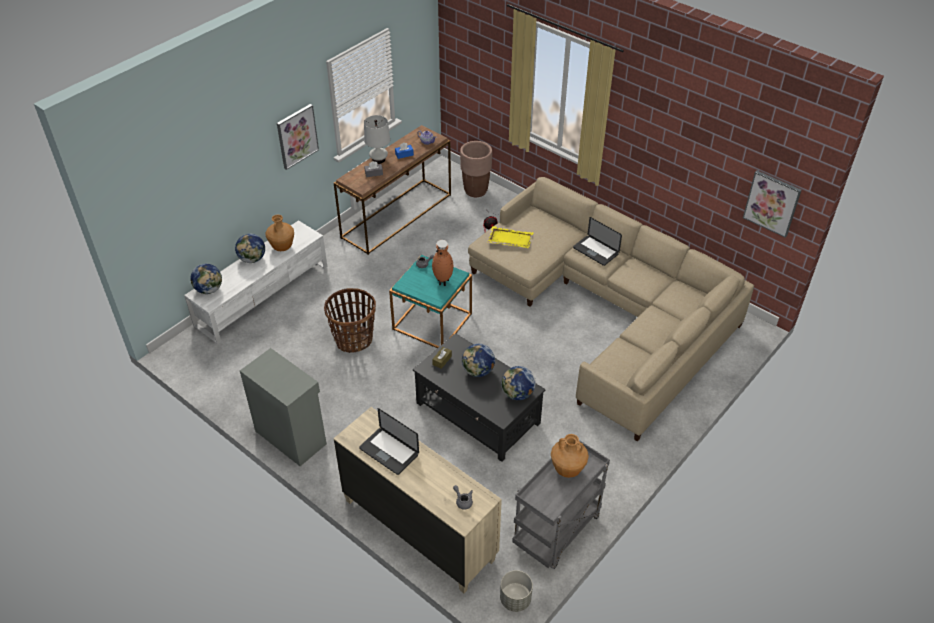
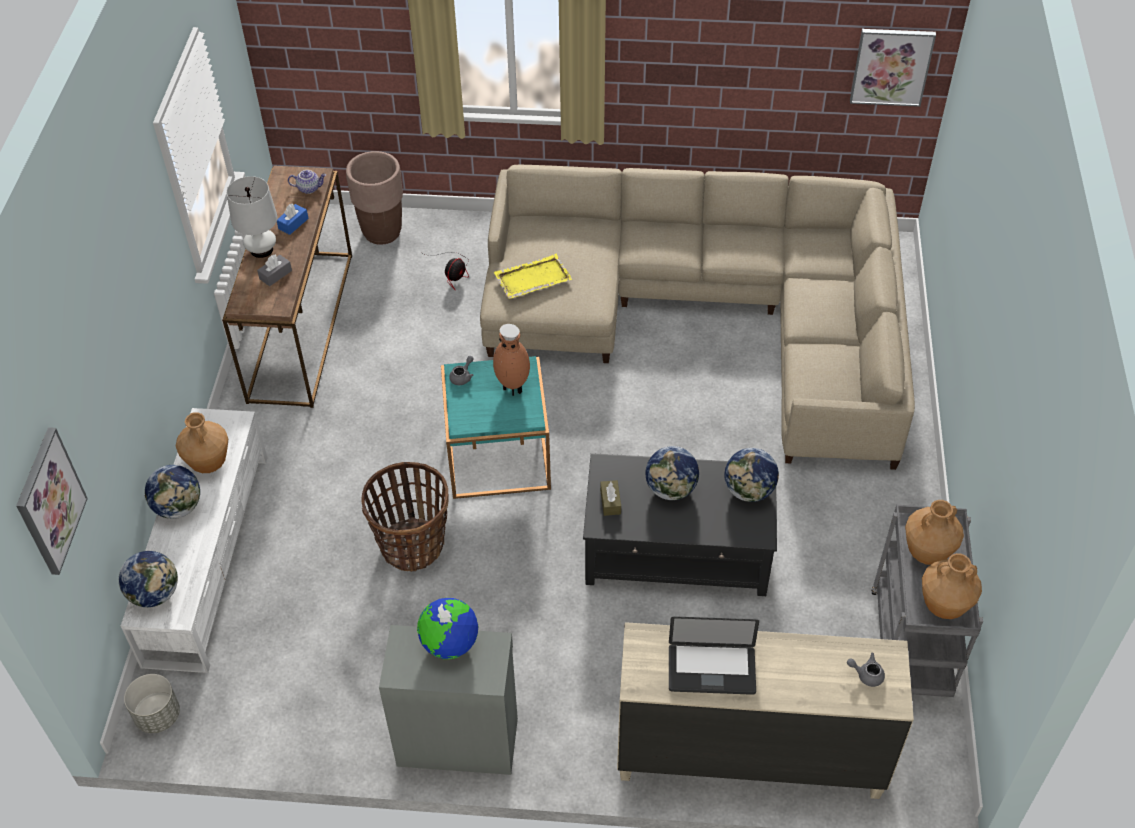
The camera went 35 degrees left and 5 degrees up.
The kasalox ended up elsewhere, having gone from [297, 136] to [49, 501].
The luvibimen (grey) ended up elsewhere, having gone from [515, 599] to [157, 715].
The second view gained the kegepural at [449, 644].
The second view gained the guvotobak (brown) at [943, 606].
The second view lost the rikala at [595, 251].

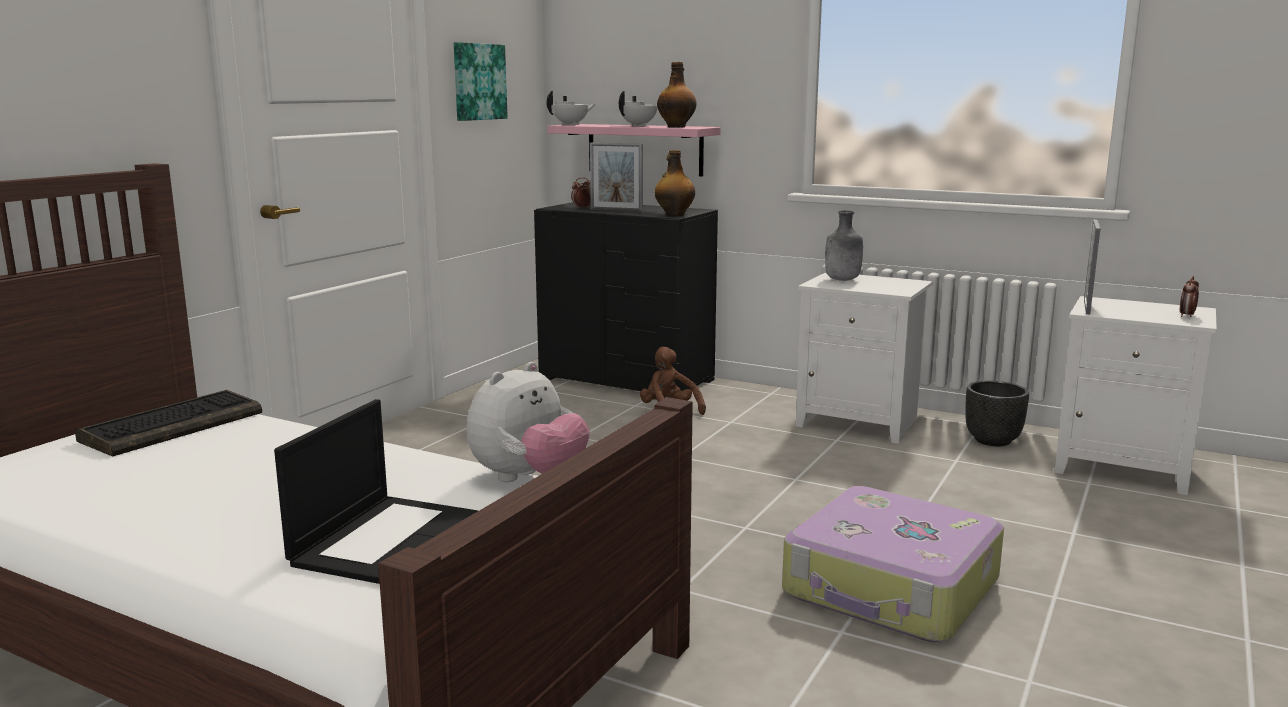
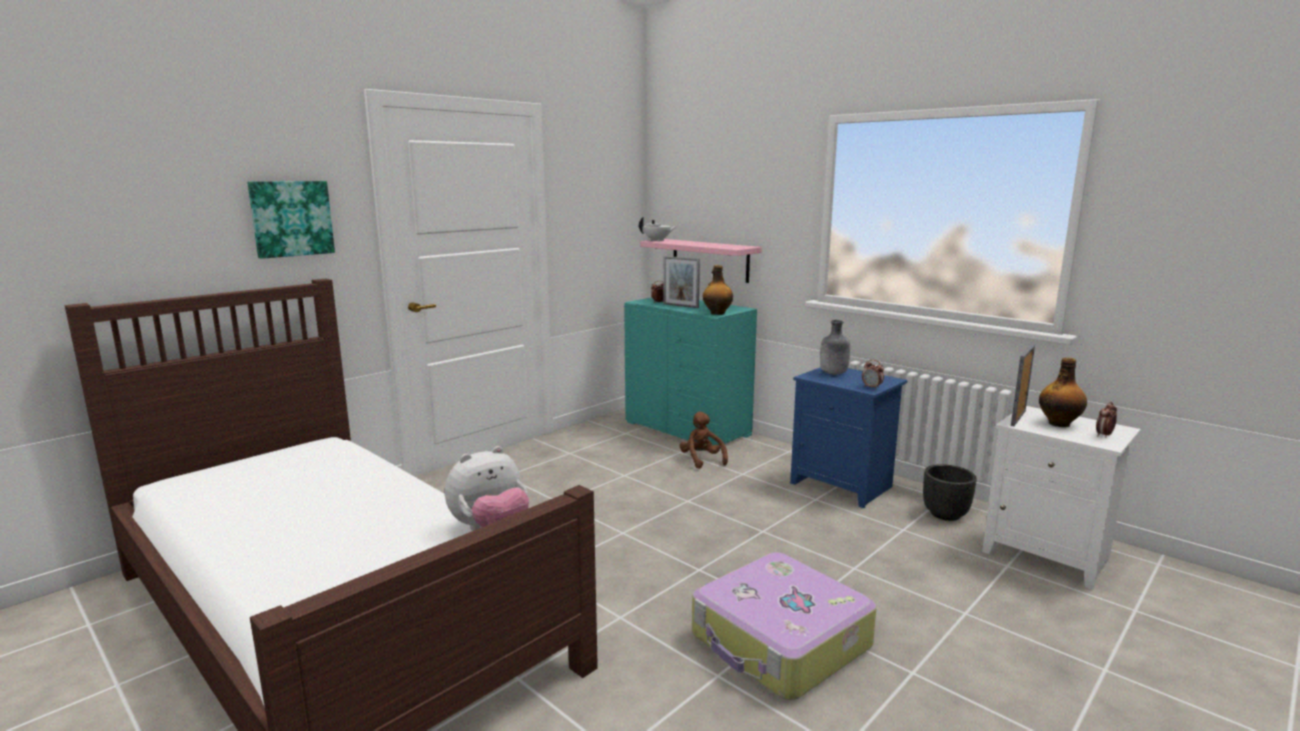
The camera went 15 degrees right and 0 degrees up.
The kasalox ended up elsewhere, having gone from [478, 82] to [291, 218].
What was the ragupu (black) at [627, 378] turned into the ragupu (turquoise) at [688, 428].
What was the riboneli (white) at [860, 422] turned into the riboneli (blue) at [844, 485].
The second view gained the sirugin at [872, 387].
The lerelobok ended up elsewhere, having gone from [677, 127] to [1059, 423].
The second view lost the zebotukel at [174, 426].
The second view lost the rikala at [386, 538].
The second view lost the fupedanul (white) at [639, 126].

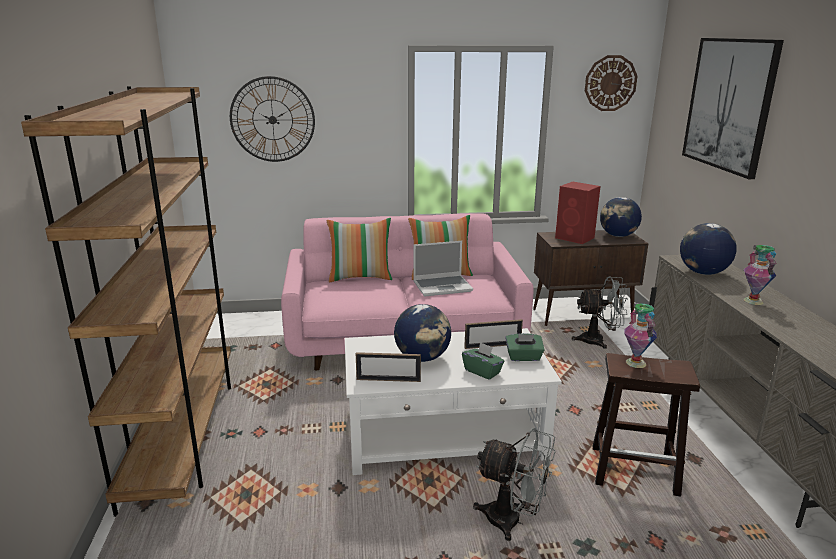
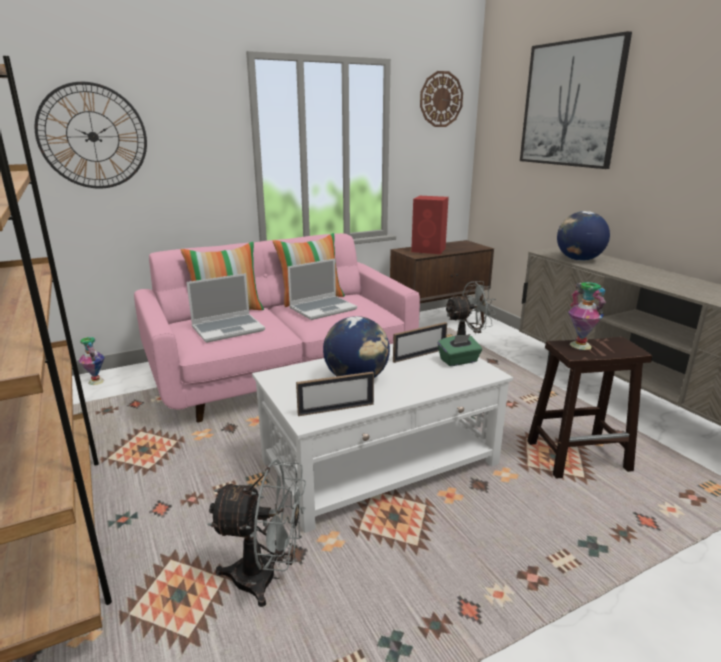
The camera went 20 degrees left and 0 degrees up.
The guvotobak ended up elsewhere, having gone from [753, 301] to [96, 381].
The second view gained the rikala at [228, 329].
The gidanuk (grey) ended up elsewhere, having gone from [512, 521] to [266, 578].
The second view lost the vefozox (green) at [482, 371].
The second view lost the kegepural at [618, 236].

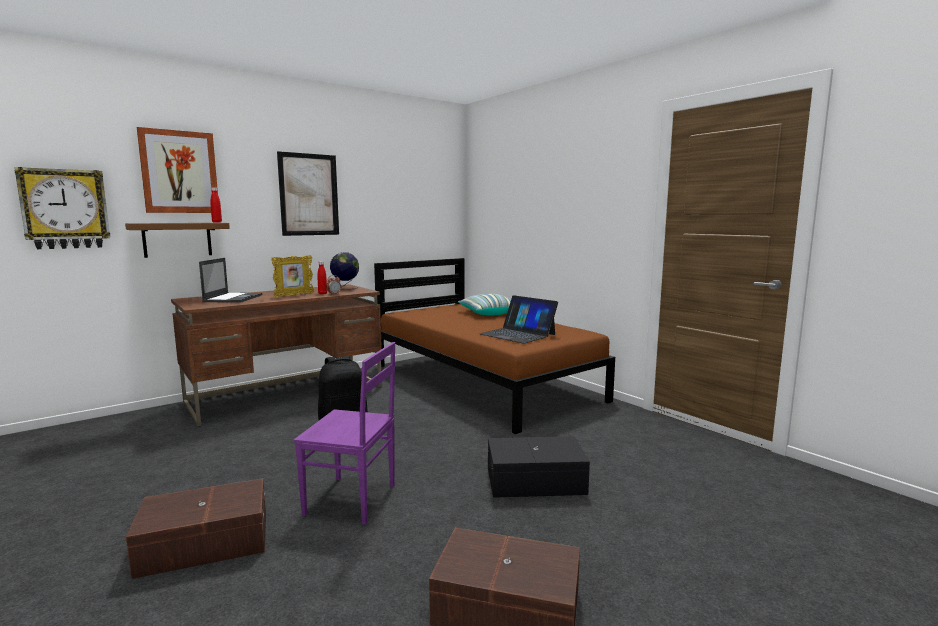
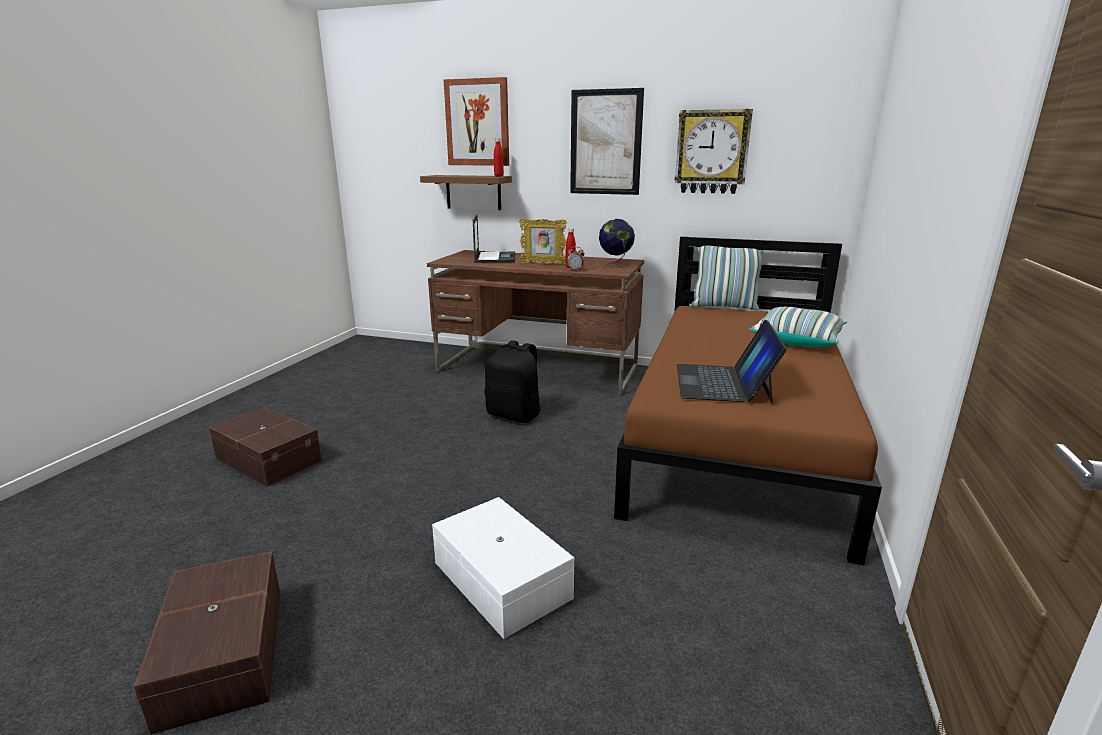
The camera went 55 degrees right and 10 degrees up.
What was the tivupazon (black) at [536, 482] turned into the tivupazon (white) at [500, 581].
The rikala at [233, 298] ended up facing another way, 60 degrees counterclockwise from before.
The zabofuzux ended up elsewhere, having gone from [65, 209] to [712, 152].
The second view gained the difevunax at [724, 307].
The second view lost the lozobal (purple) at [351, 500].

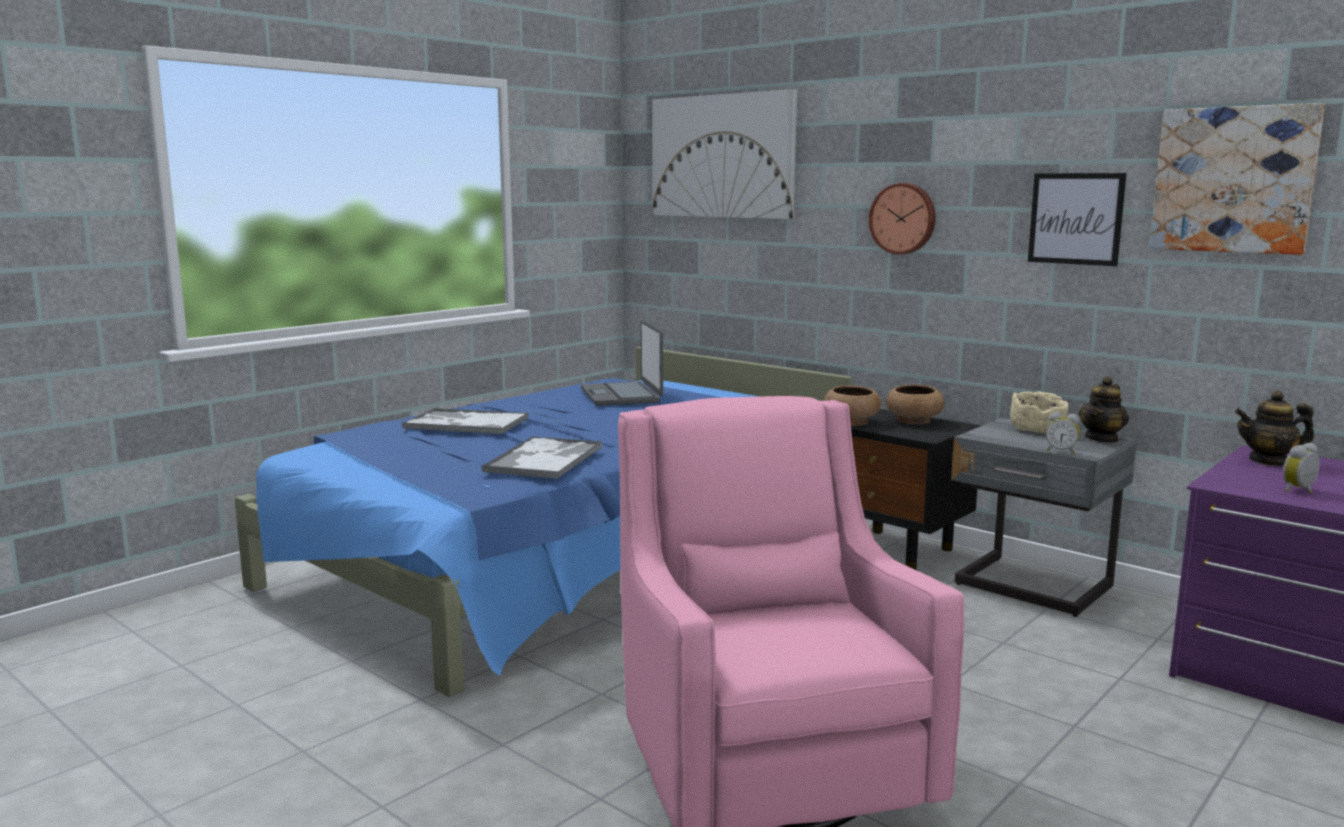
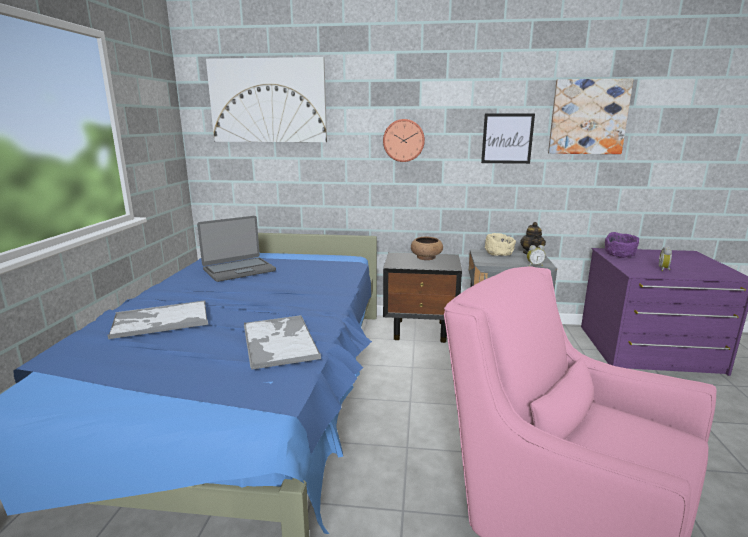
The camera went 35 degrees left and 5 degrees up.
The rikala at [622, 395] ended up facing another way, 75 degrees counterclockwise from before.
Where the fupedanul stood at [1269, 461], the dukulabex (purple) came to stand at [619, 255].
The second view lost the dukulabex (brown) at [852, 422].

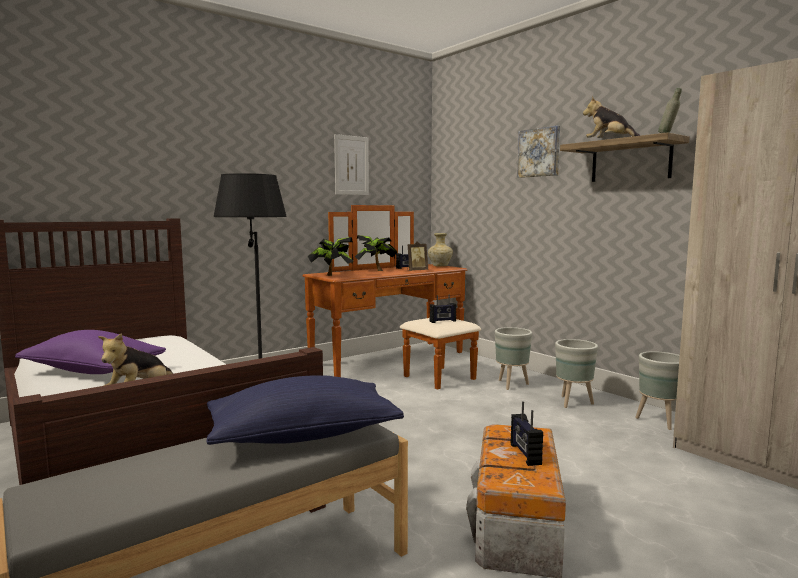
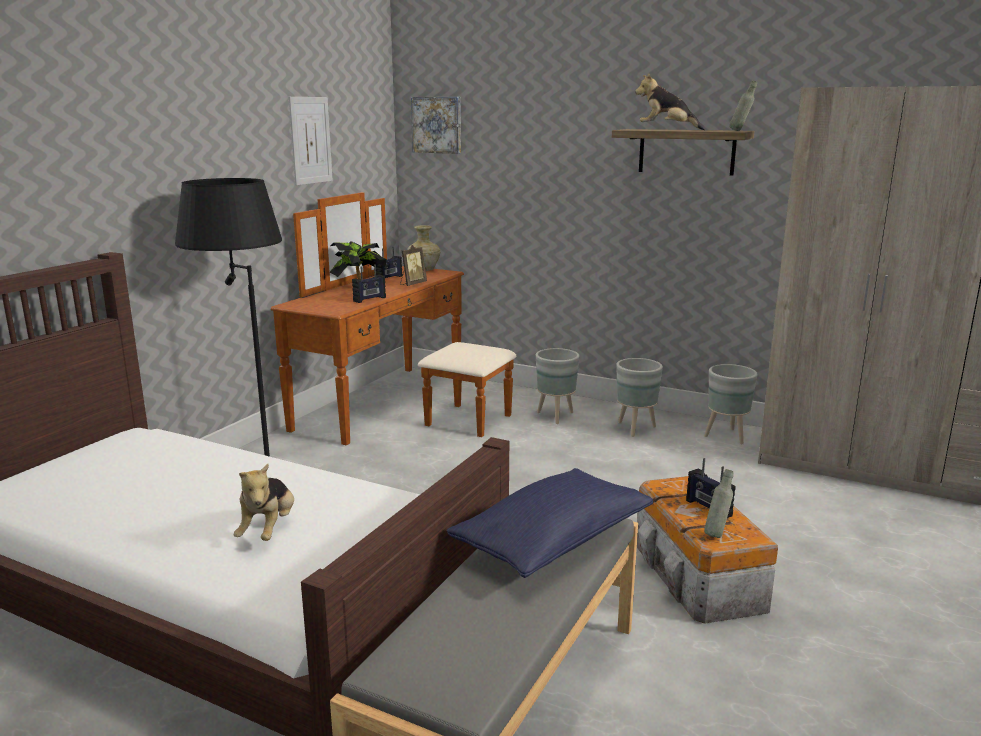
The camera went 25 degrees left and 10 degrees up.
The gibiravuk ended up elsewhere, having gone from [443, 321] to [370, 299].
The kasalox ended up elsewhere, having gone from [539, 152] to [437, 125].
The second view gained the lerelobok (grey) at [716, 534].
The second view lost the difevunax (purple) at [93, 371].
The second view lost the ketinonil at [332, 276].

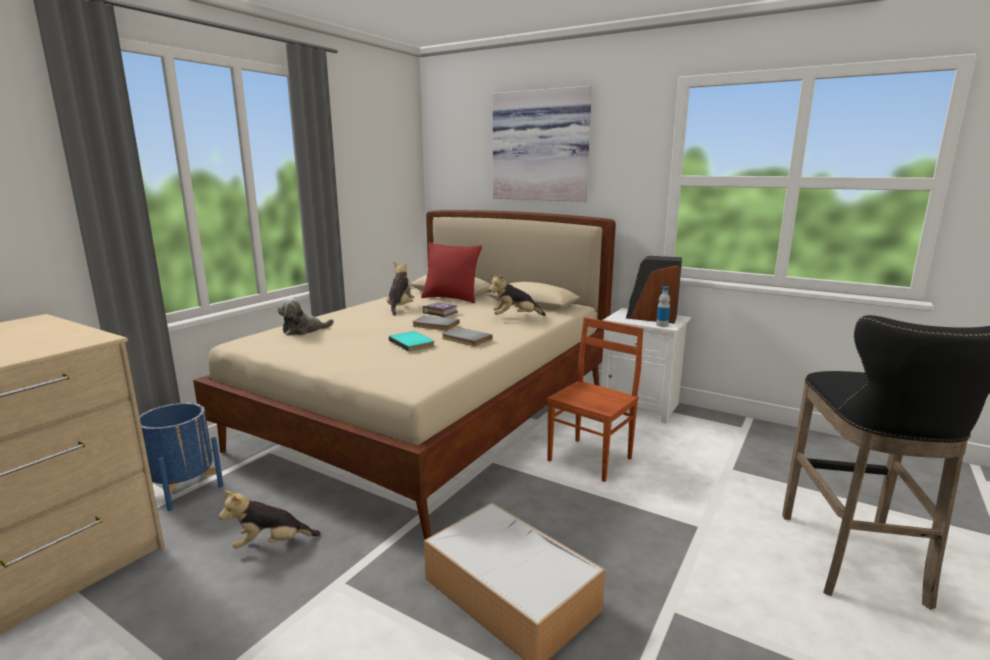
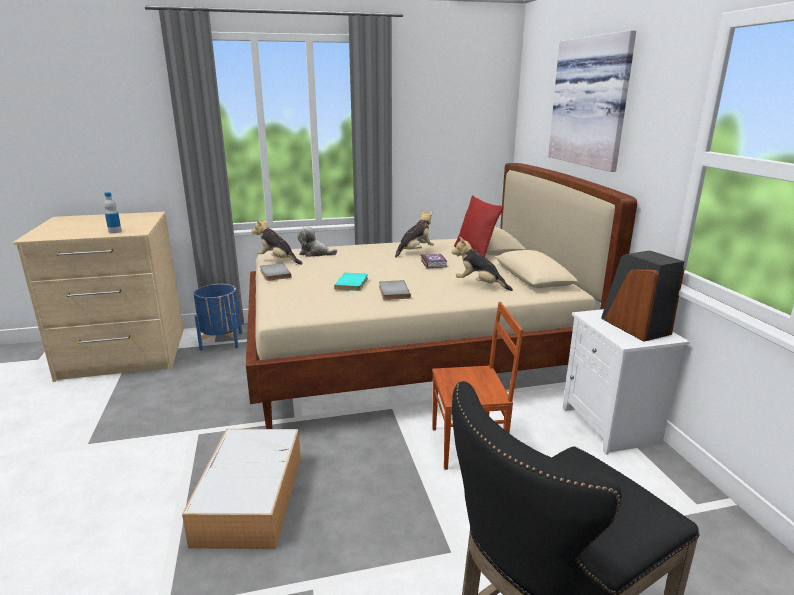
The camera went 45 degrees right and 5 degrees up.
The lerelobok ended up elsewhere, having gone from [662, 325] to [115, 231].
The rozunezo ended up elsewhere, having gone from [271, 544] to [277, 260].
The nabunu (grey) ended up elsewhere, having gone from [435, 325] to [274, 274].

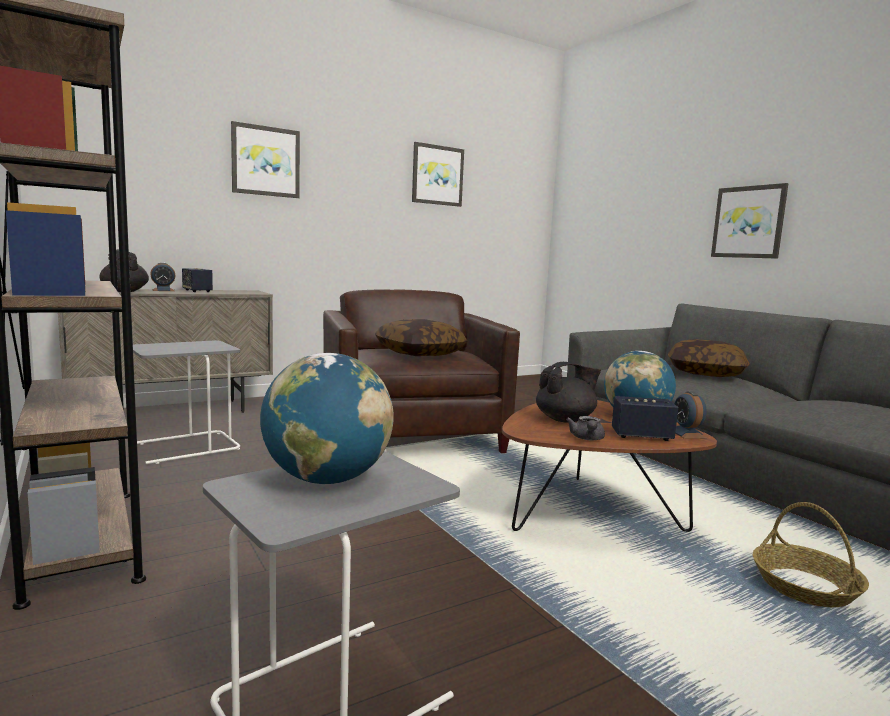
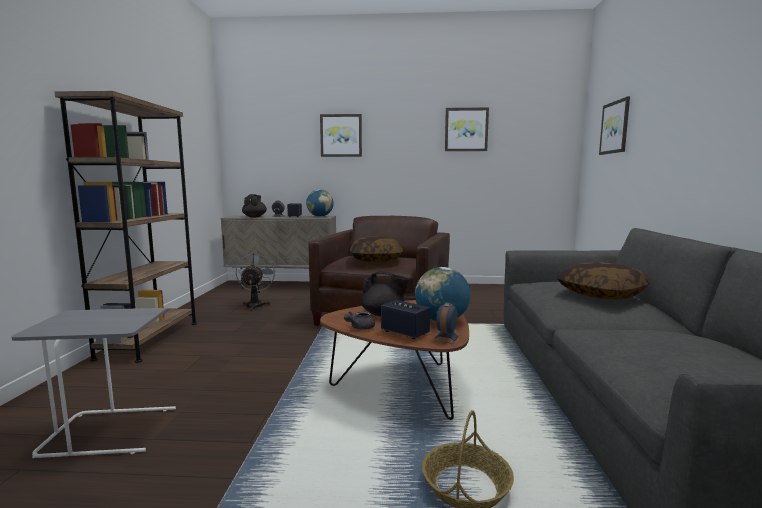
The camera went 35 degrees right and 0 degrees up.
Where the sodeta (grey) stood at [185, 448], the gidanuk (grey) came to stand at [256, 305].
The kegepural ended up elsewhere, having gone from [327, 479] to [320, 216].
The kasalox ended up elsewhere, having gone from [748, 222] to [615, 127].

